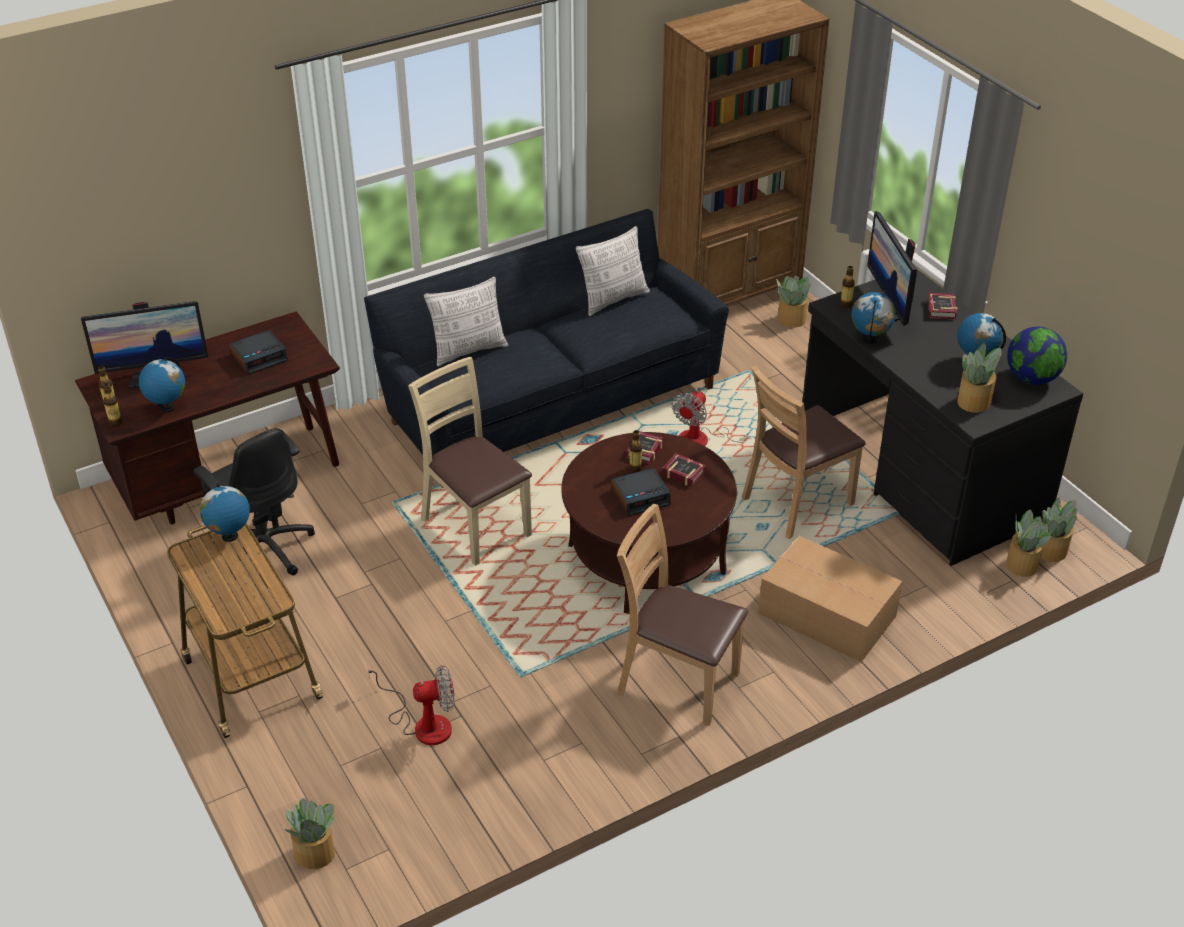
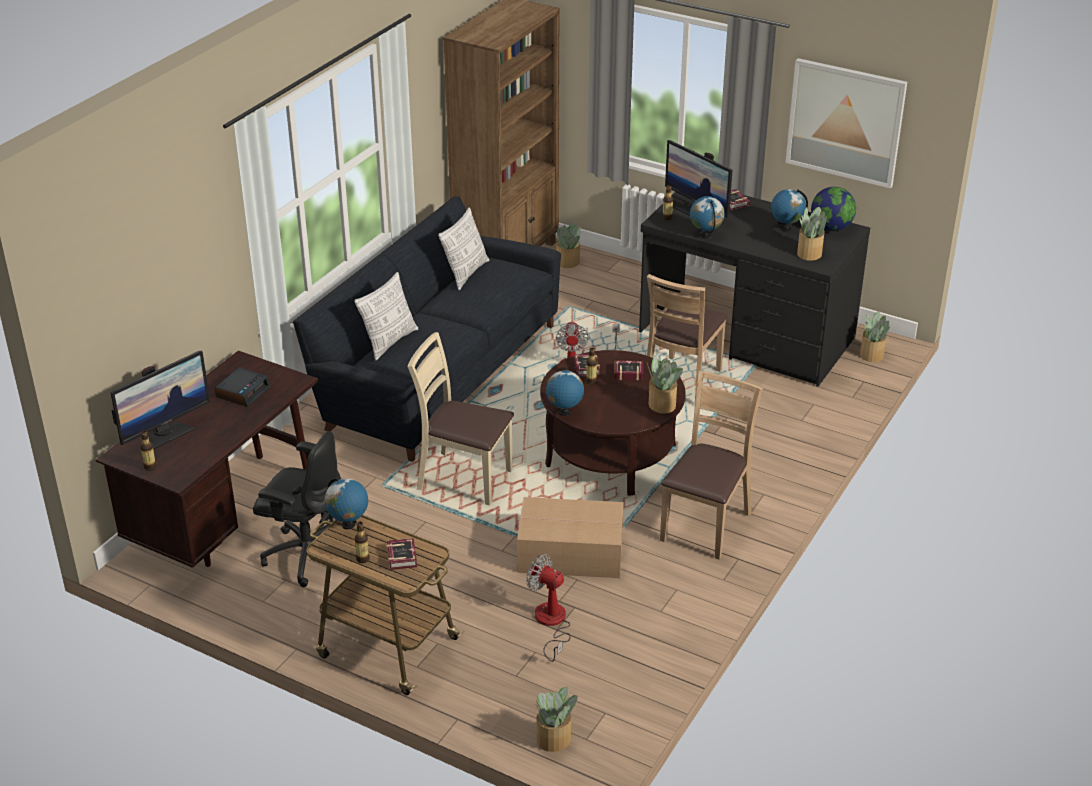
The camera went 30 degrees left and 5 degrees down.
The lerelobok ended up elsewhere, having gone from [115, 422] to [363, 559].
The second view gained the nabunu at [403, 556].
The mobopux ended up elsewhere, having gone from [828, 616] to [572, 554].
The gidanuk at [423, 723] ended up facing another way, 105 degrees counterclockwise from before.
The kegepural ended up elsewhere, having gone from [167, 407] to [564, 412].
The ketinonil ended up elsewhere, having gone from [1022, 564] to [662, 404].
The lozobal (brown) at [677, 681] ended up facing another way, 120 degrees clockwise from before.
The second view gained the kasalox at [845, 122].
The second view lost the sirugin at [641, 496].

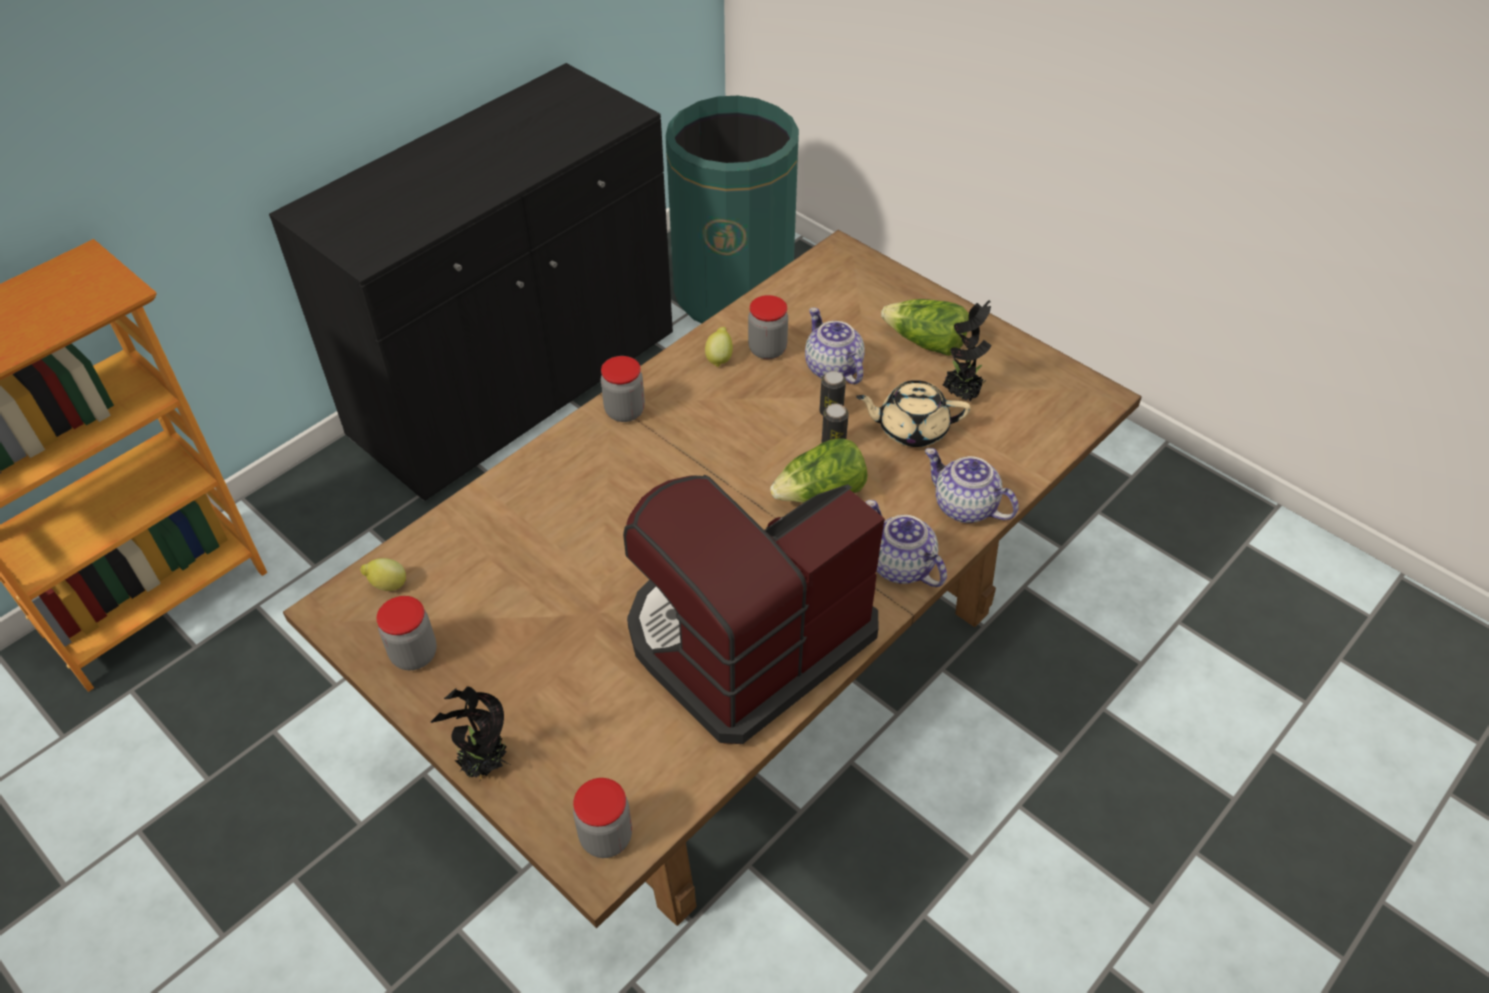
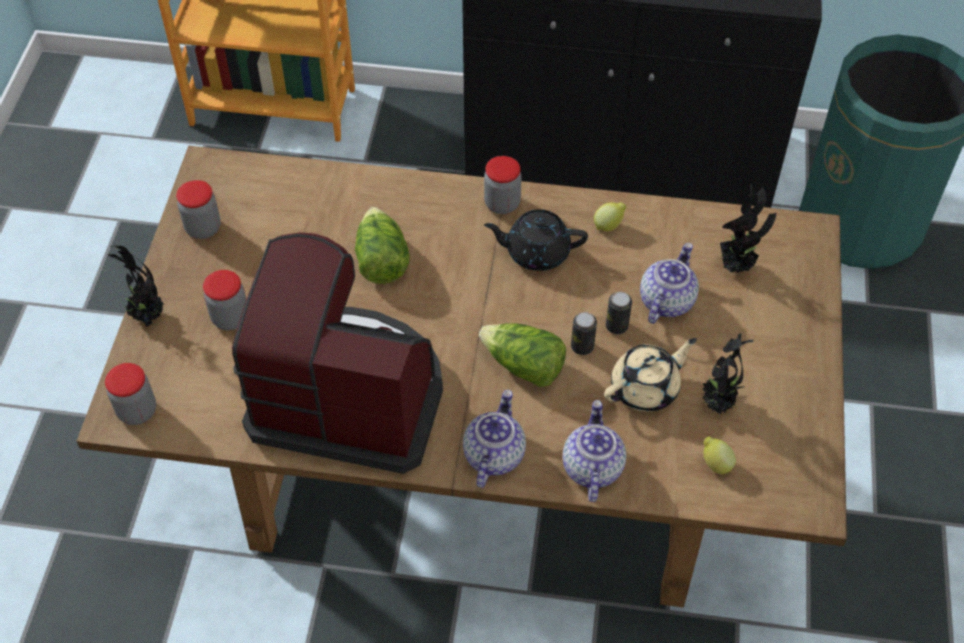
The camera went 55 degrees right and 5 degrees up.
The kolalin ended up elsewhere, having gone from [767, 349] to [230, 318].
The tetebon ended up elsewhere, having gone from [925, 343] to [380, 260].
The second view gained the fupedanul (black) at [536, 252].
The fupedanul (beige) at [911, 429] ended up facing another way, 90 degrees clockwise from before.
The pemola ended up elsewhere, having gone from [387, 585] to [715, 464].
The second view gained the ketinonil at [737, 266].

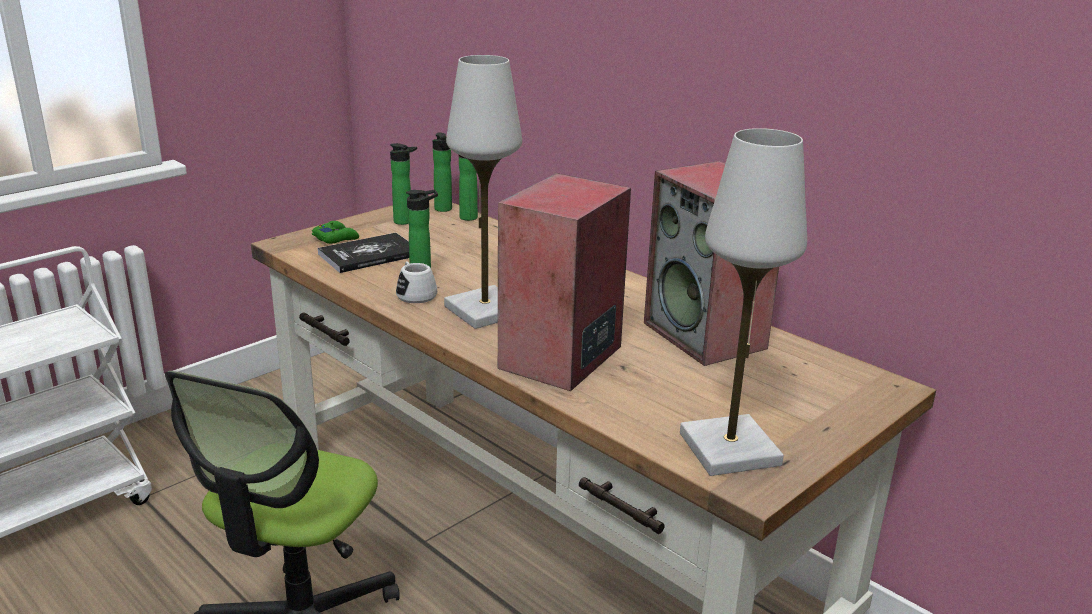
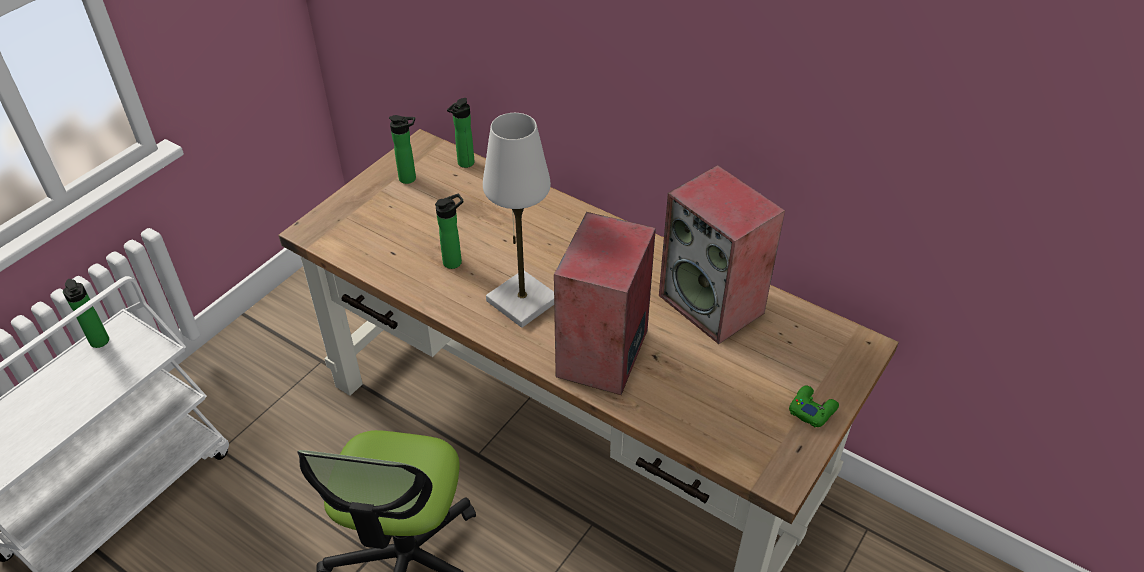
The camera went 10 degrees left and 20 degrees up.
The lerelobok ended up elsewhere, having gone from [444, 210] to [100, 343].
The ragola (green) ended up elsewhere, having gone from [336, 238] to [812, 409].
The second view lost the nabunu at [369, 255].
The second view lost the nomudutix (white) at [414, 294].
The second view lost the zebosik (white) at [730, 449].

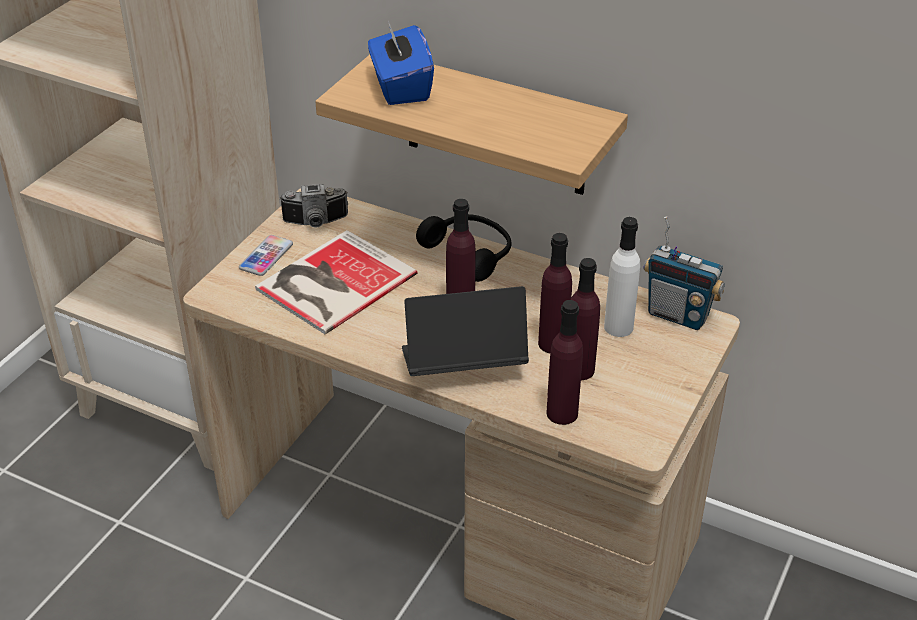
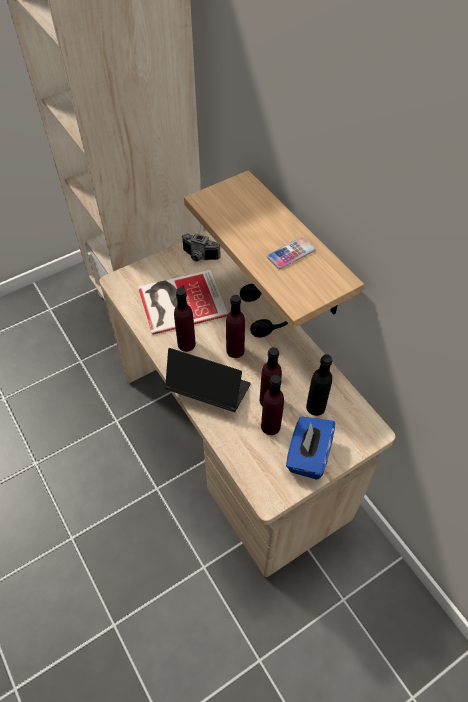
The camera went 30 degrees right and 15 degrees up.
The lerelobok (purple) ended up elsewhere, having gone from [562, 413] to [186, 344].
The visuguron ended up elsewhere, having gone from [266, 256] to [291, 253].
The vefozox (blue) ended up elsewhere, having gone from [400, 87] to [308, 455].
What was the lerelobok (white) at [618, 327] turned into the lerelobok (black) at [315, 407].
The second view lost the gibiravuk at [678, 315].

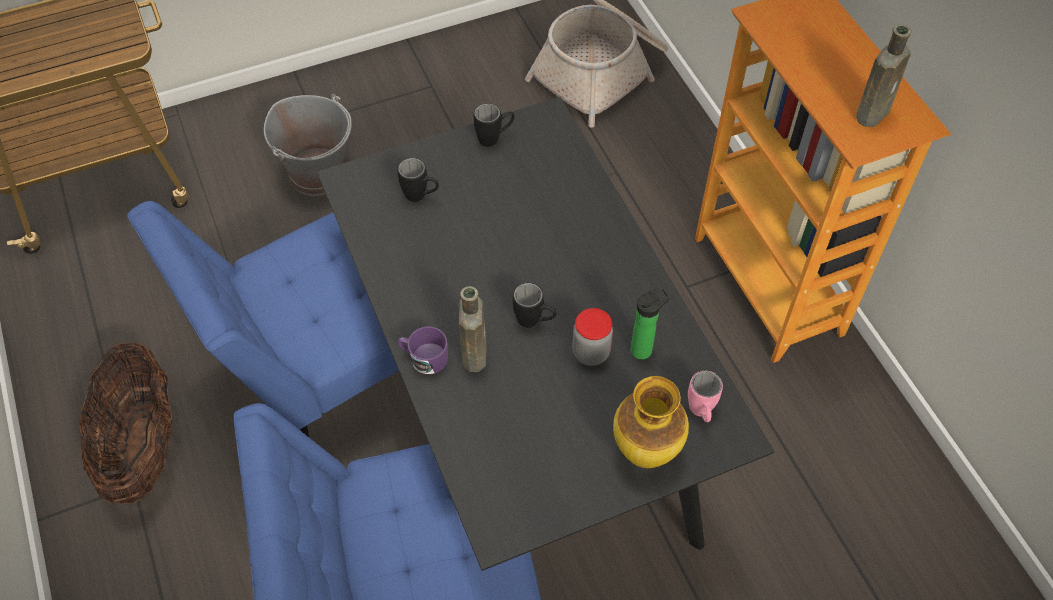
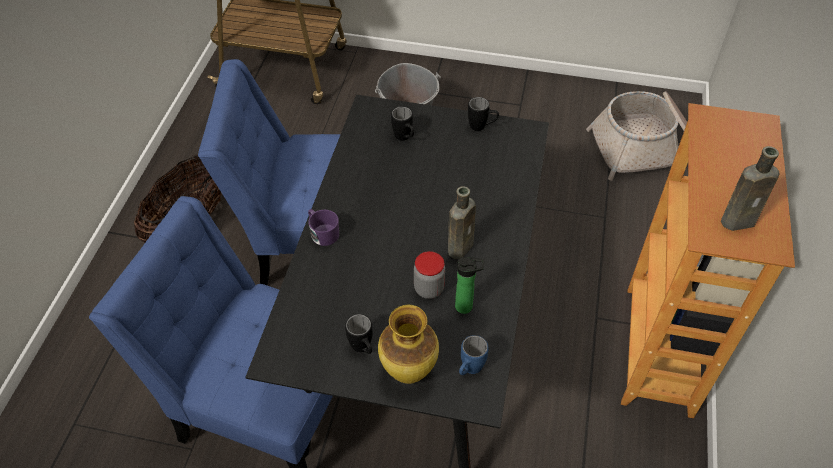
The camera went 35 degrees right and 5 degrees down.
The nomudutix (black) ended up elsewhere, having gone from [534, 322] to [363, 349].
The lerelobok (brown) ended up elsewhere, having gone from [474, 352] to [461, 246].
What was the nomudutix (pink) at [701, 413] turned into the nomudutix (blue) at [469, 371].

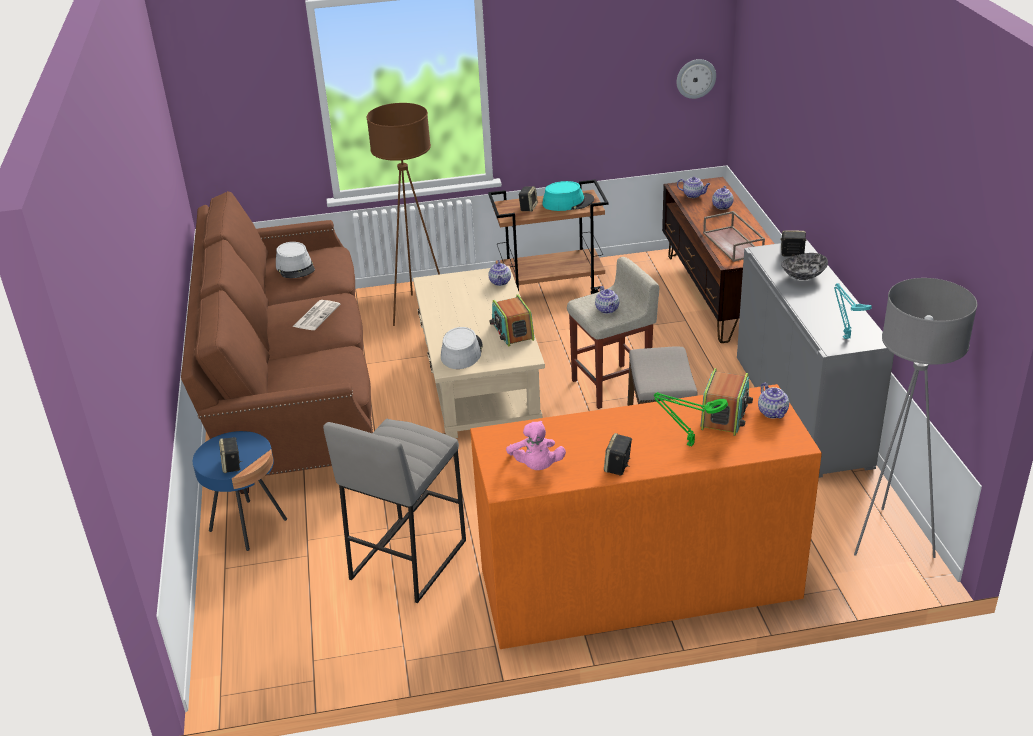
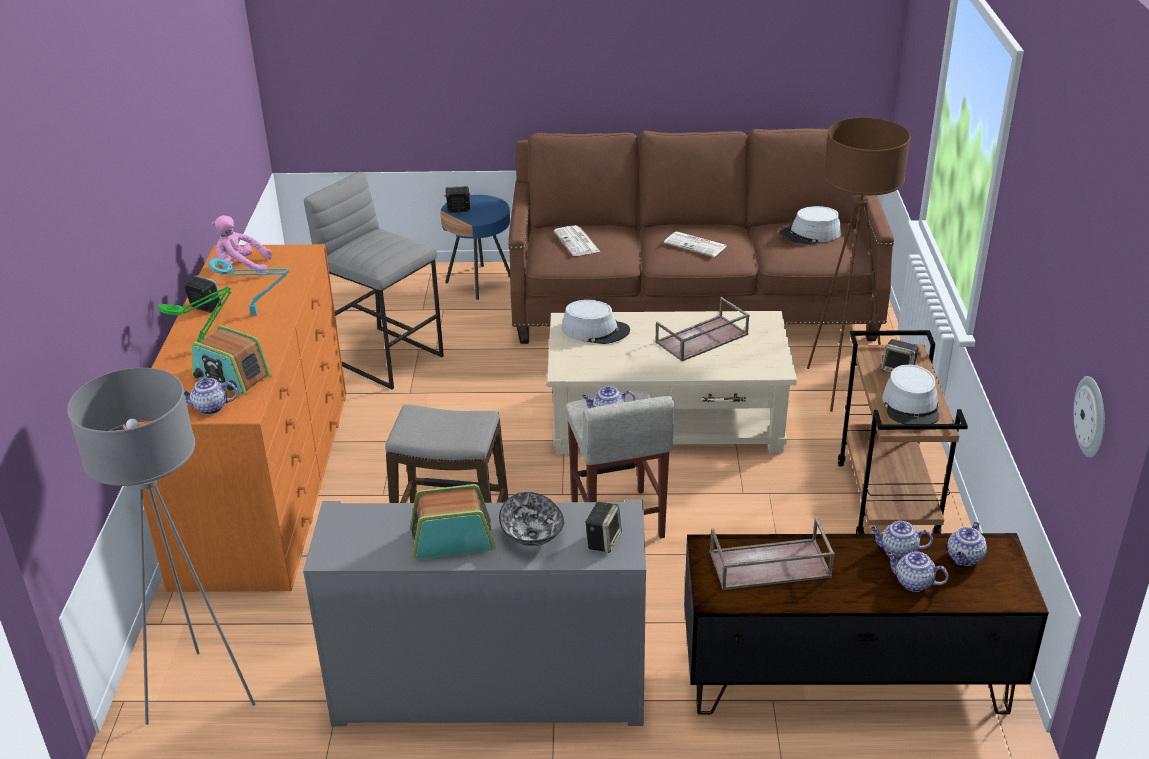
The camera went 100 degrees right and 0 degrees up.
The zebosik (turquoise) ended up elsewhere, having gone from [845, 337] to [257, 314].
The gibiravuk ended up elsewhere, having gone from [512, 332] to [452, 540].
The second view gained the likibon at [577, 242].
The second view gained the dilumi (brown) at [701, 339].
The fupedanul ended up elsewhere, having gone from [500, 282] to [897, 551].
What was the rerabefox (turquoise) at [568, 202] turned into the rerabefox (grey) at [911, 406].

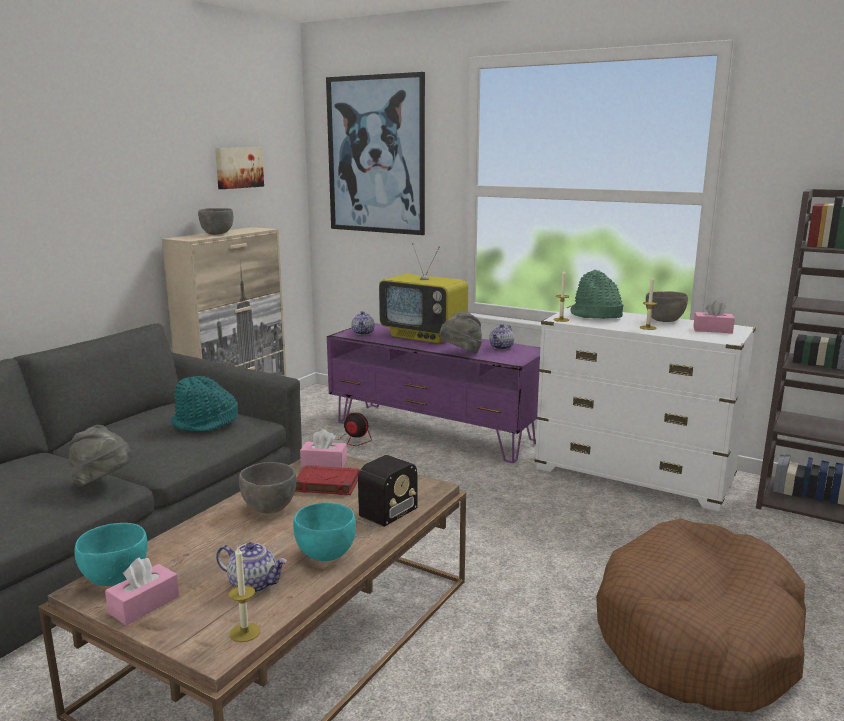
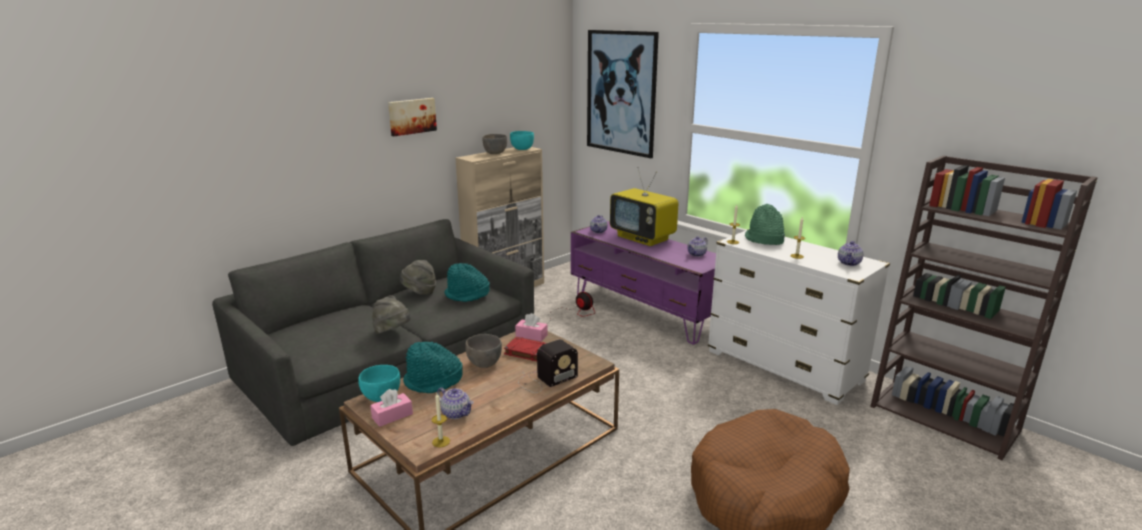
The camera went 15 degrees right and 5 degrees up.
The kasalox ended up elsewhere, having gone from [238, 167] to [411, 116].
The rerabefox (grey) ended up elsewhere, having gone from [460, 353] to [419, 293].
The second view gained the rerabefox (turquoise) at [433, 382].
The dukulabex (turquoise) ended up elsewhere, having gone from [326, 554] to [522, 149].
Where the vefozox (pink) stood at [712, 330], the fupedanul came to stand at [849, 263].
The second view lost the dukulabex (grey) at [664, 321].

